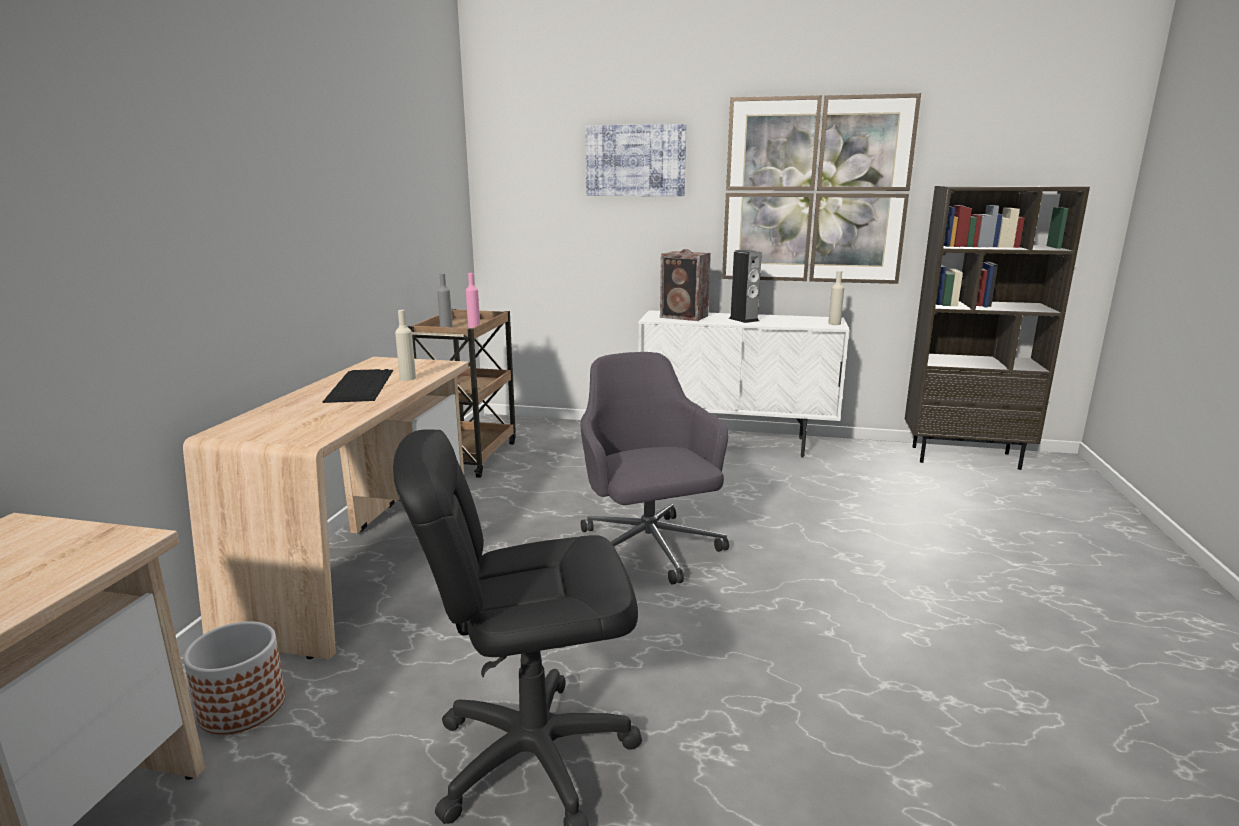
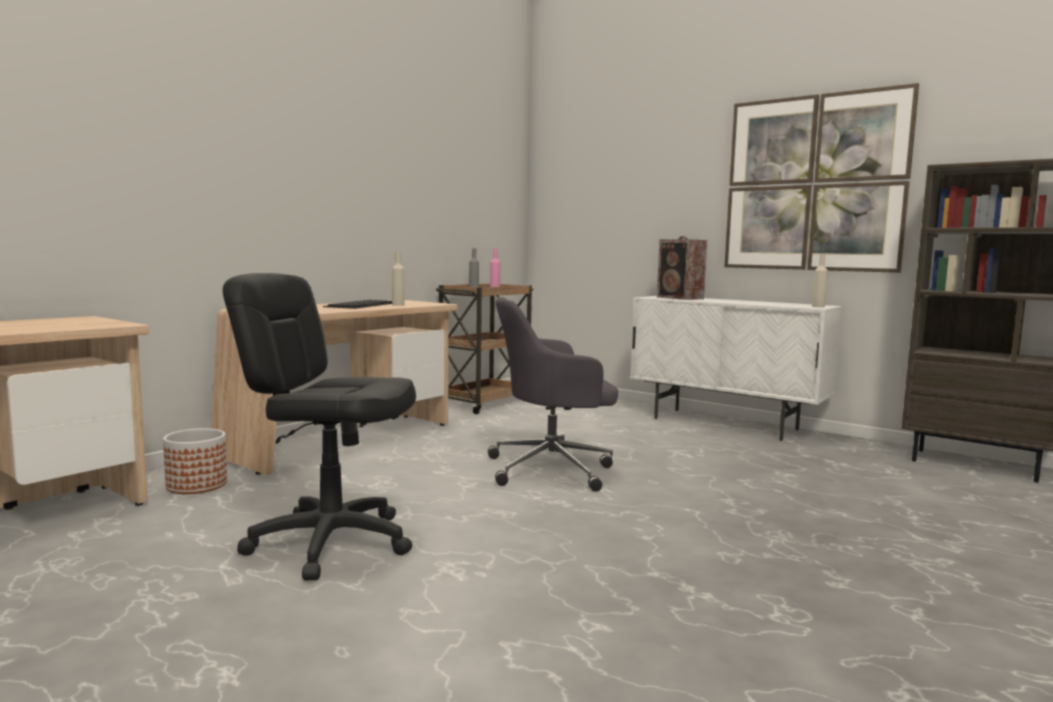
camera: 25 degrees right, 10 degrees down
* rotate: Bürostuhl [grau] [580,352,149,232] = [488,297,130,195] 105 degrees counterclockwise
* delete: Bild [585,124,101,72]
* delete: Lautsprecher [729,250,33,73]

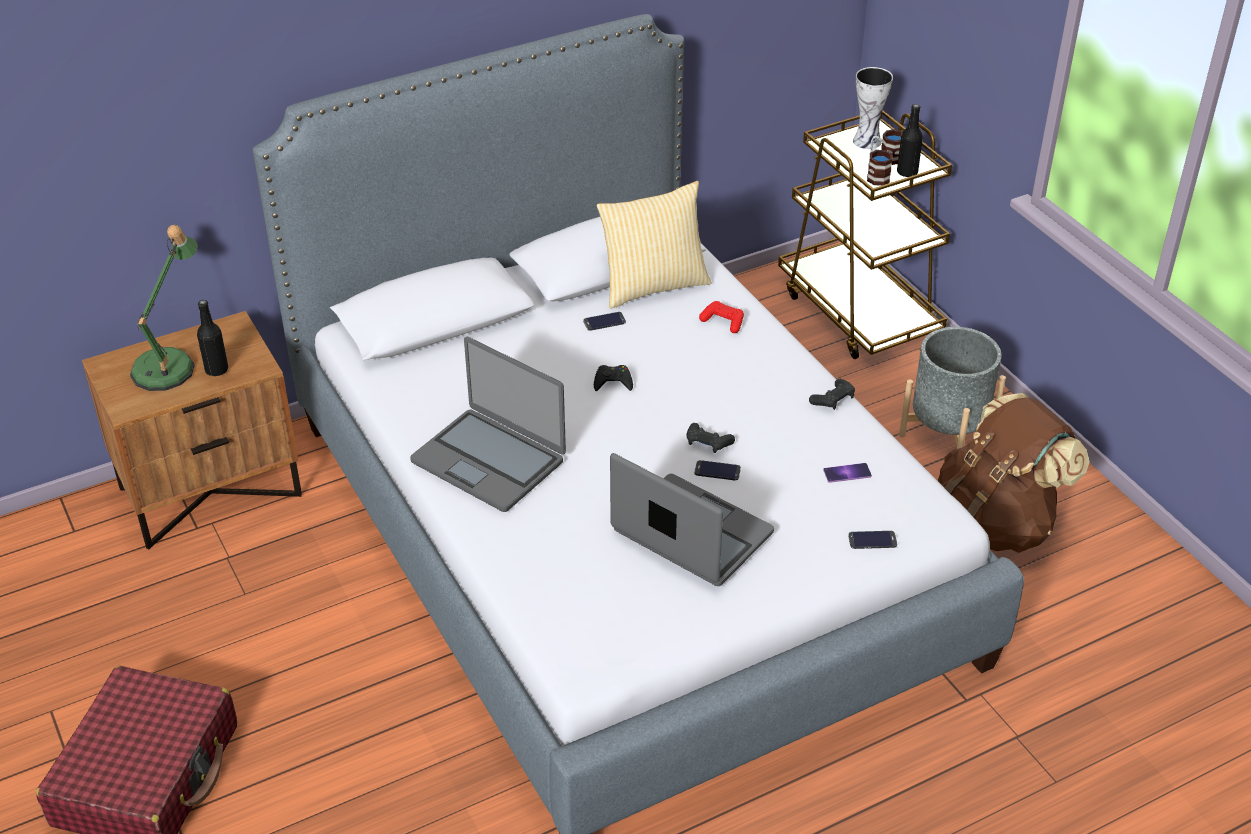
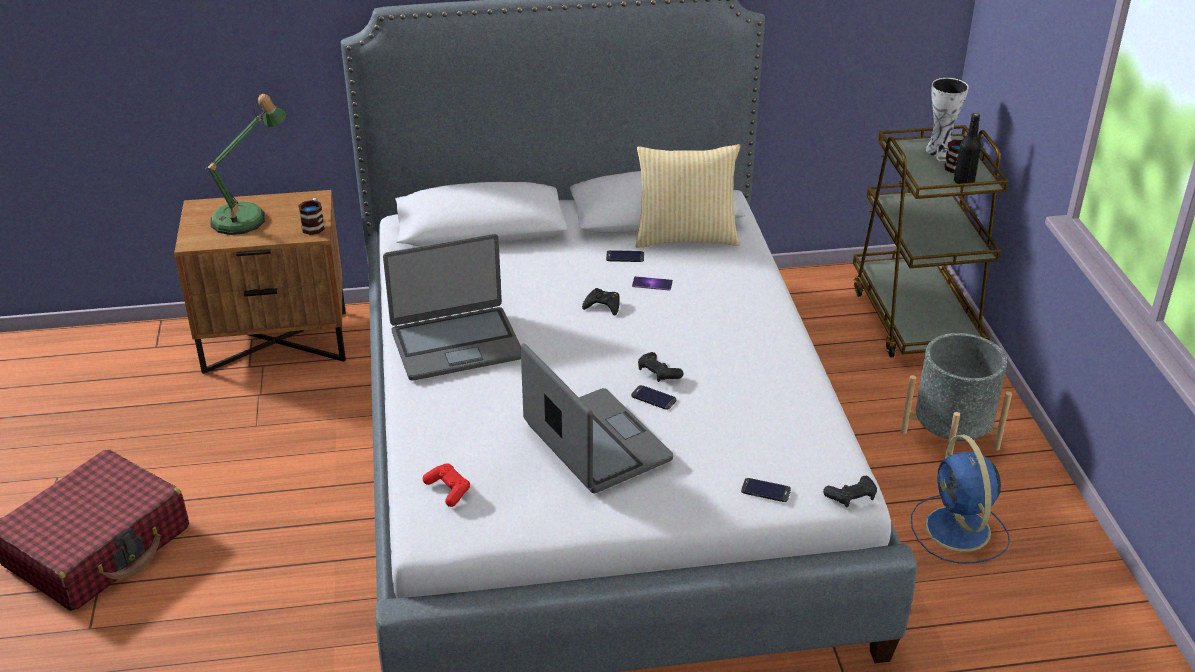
camera: 20 degrees right, 5 degrees down
* move: Henkelbecher [867,147,26,39] to [298,198,27,37]
* rotate: Laptop [410,337,156,175] = [383,234,138,147] 75 degrees counterclockwise
* move: Gamepad [rot] [699,301,45,32] to [423,463,47,44]
* move: Handy [823,463,49,20] to [632,276,41,15]
* move: Gamepad [schwarz] [809,379,46,31] to [823,476,54,32]
* replace: Rucksack [braun] [938,393,152,160] to Ventilator [blau] [911,434,99,129]
* delete: Flasche [schwarz] [197,300,31,76]

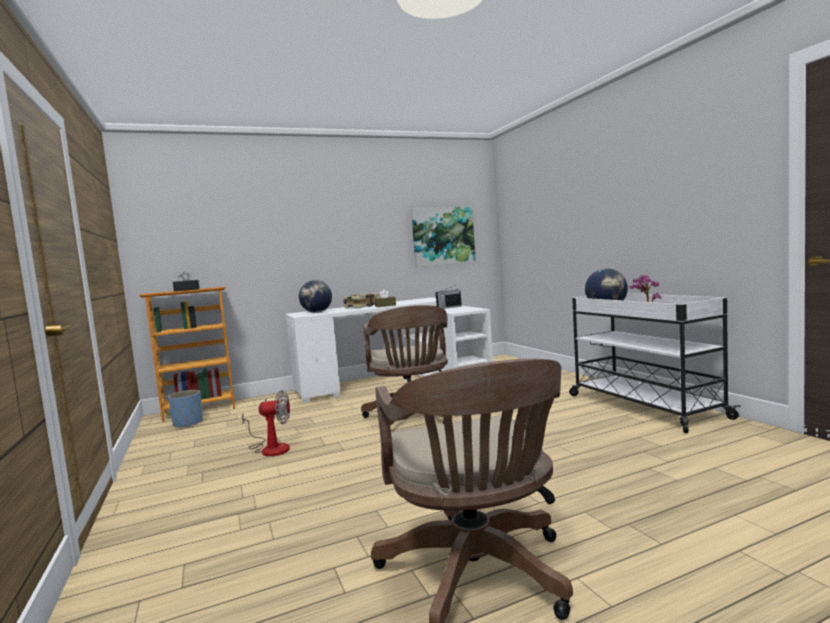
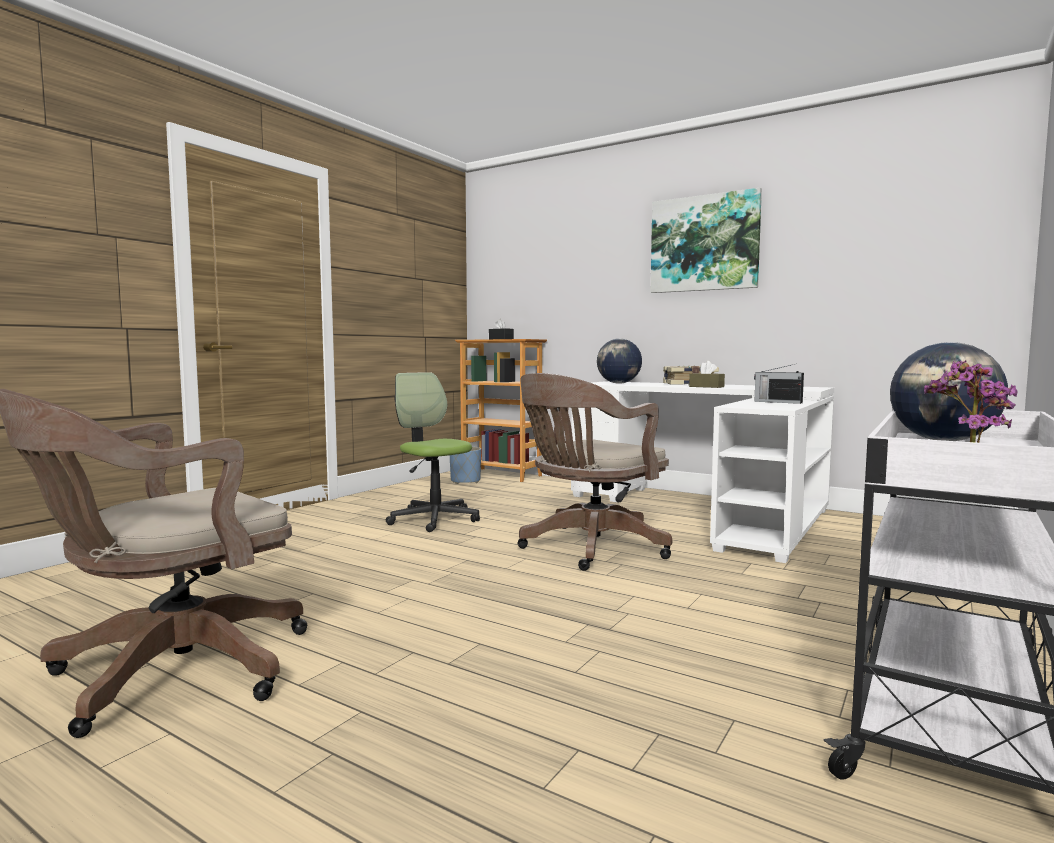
camera: 55 degrees right, 0 degrees up
* replace: Ventilator [242,390,48,66] to Bürostuhl [385,372,95,160]
* move: Bild [411,206,65,61] to [651,188,111,105]

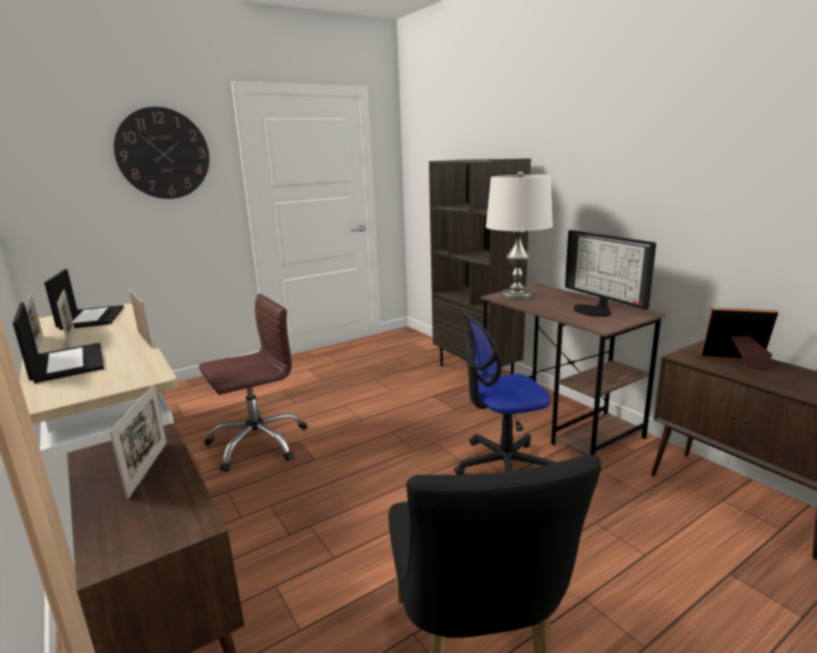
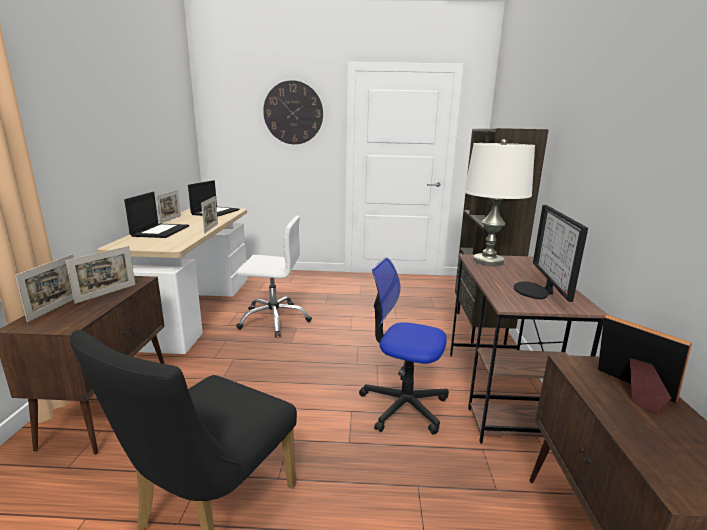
camera: 35 degrees right, 0 degrees up
* move: Bilderrahmen [57,289,18,59] to [15,254,59,68]
* recolor: Bürostuhl [braun] [199,294,108,178] to Bürostuhl [weiß] [236,216,76,121]

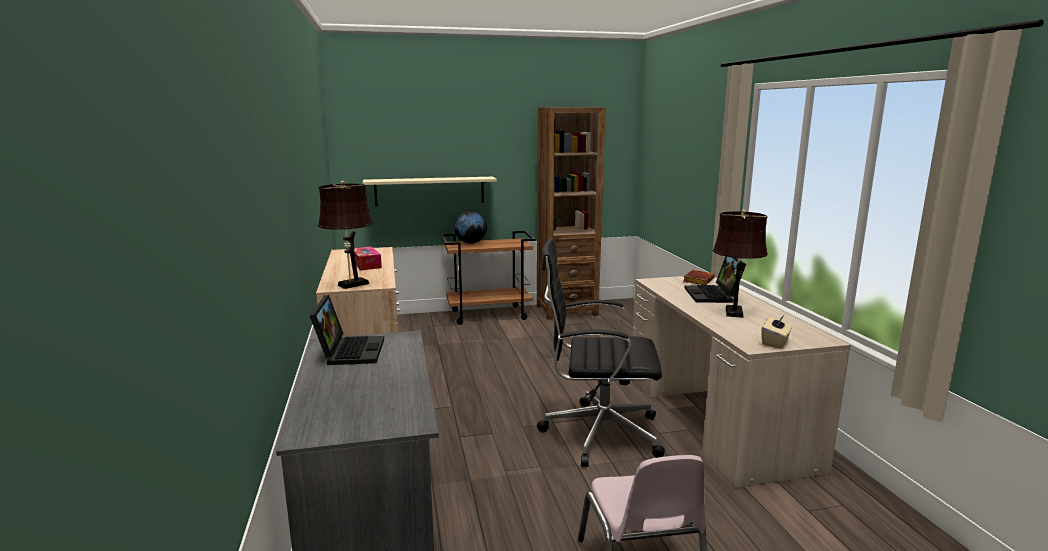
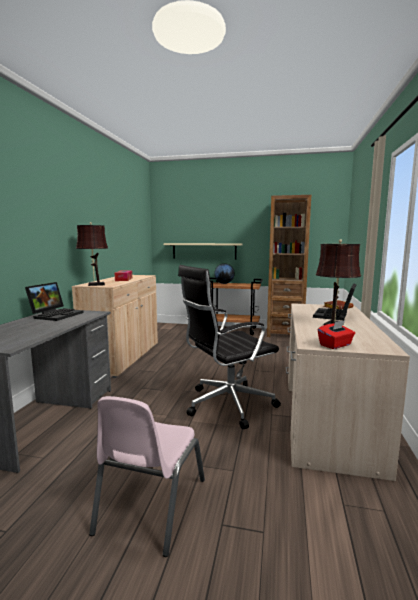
camera: 25 degrees right, 5 degrees down
* rotate: Bürostuhl [schwarz] [537,238,128,229] = [178,265,103,164] 60 degrees counterclockwise
* recolor: Taschentuchbox [beige] [761,314,32,34] to Taschentuchbox [rot] [318,320,37,29]

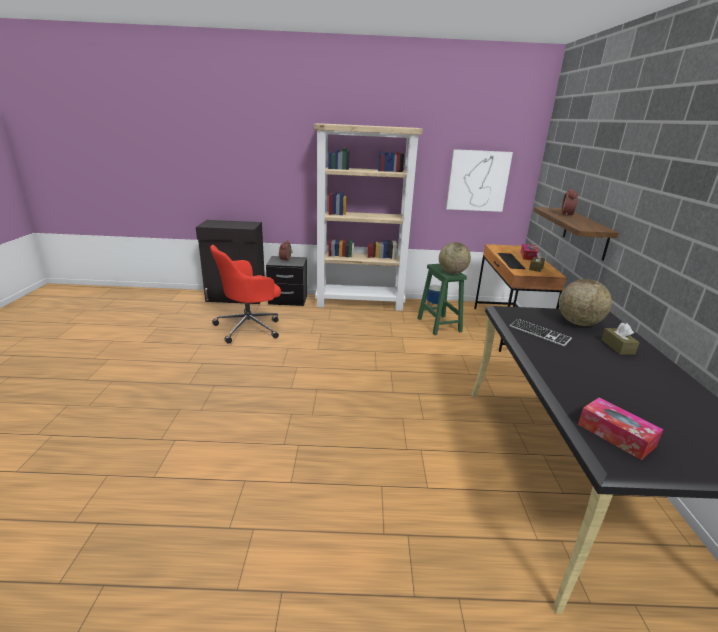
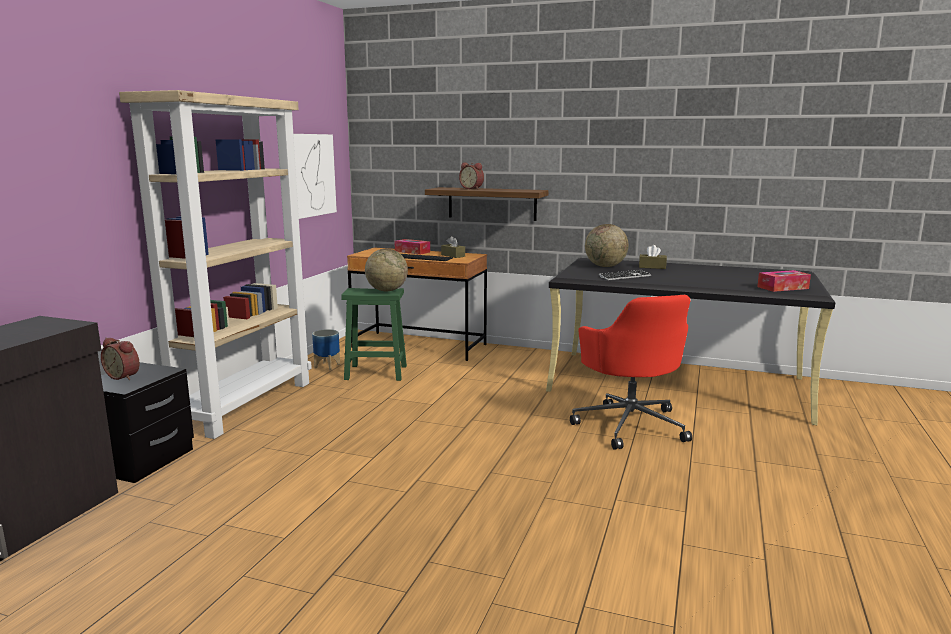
camera: 70 degrees left, 10 degrees down
* move: Bürostuhl [rot] [210,245,71,99] to [570,295,122,155]

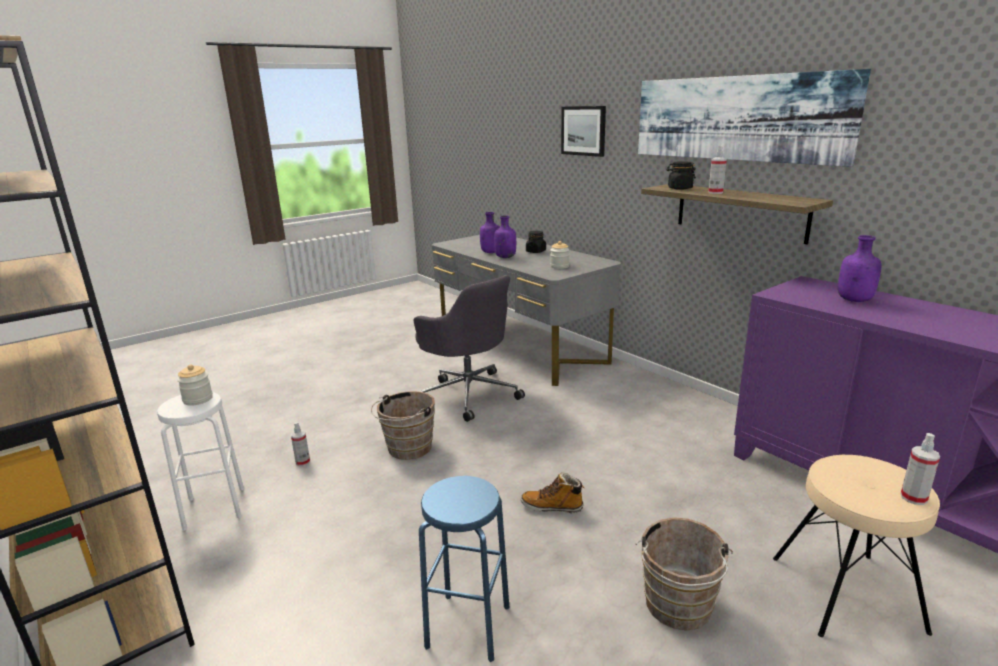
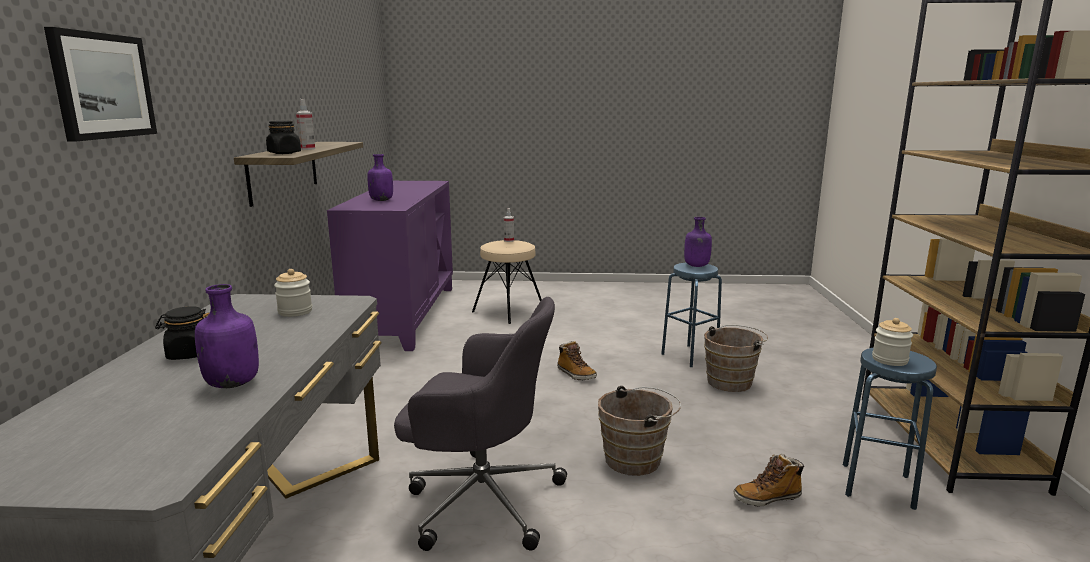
camera: 140 degrees left, 5 degrees down
* rotate: Bürostuhl [grau] [414,275,111,147] = [394,297,173,254] 105 degrees clockwise
* move: Flasche [lila] [494,215,22,43] to [684,217,28,50]
* move: Eimer [braun] [636,517,97,113] to [704,325,64,67]
* replace: Sprühflasche [291,422,19,44] to Stiefel [734,454,70,52]
* recolor: Hocker [weiß] [157,392,87,139] to Hocker [blau] [843,347,94,163]
* delete: Bild [638,69,233,98]

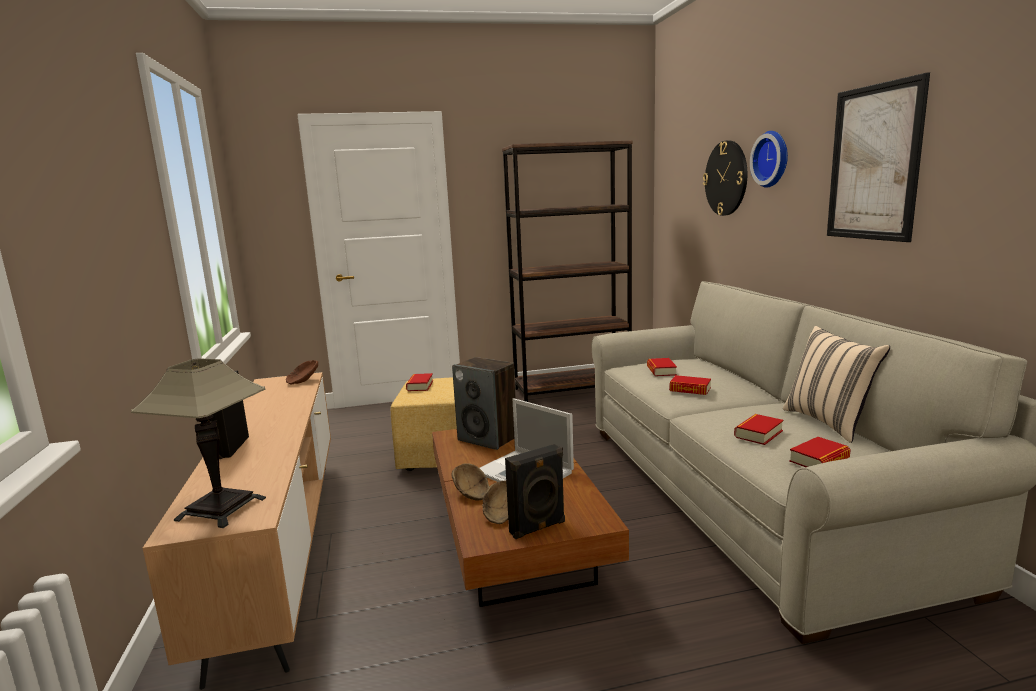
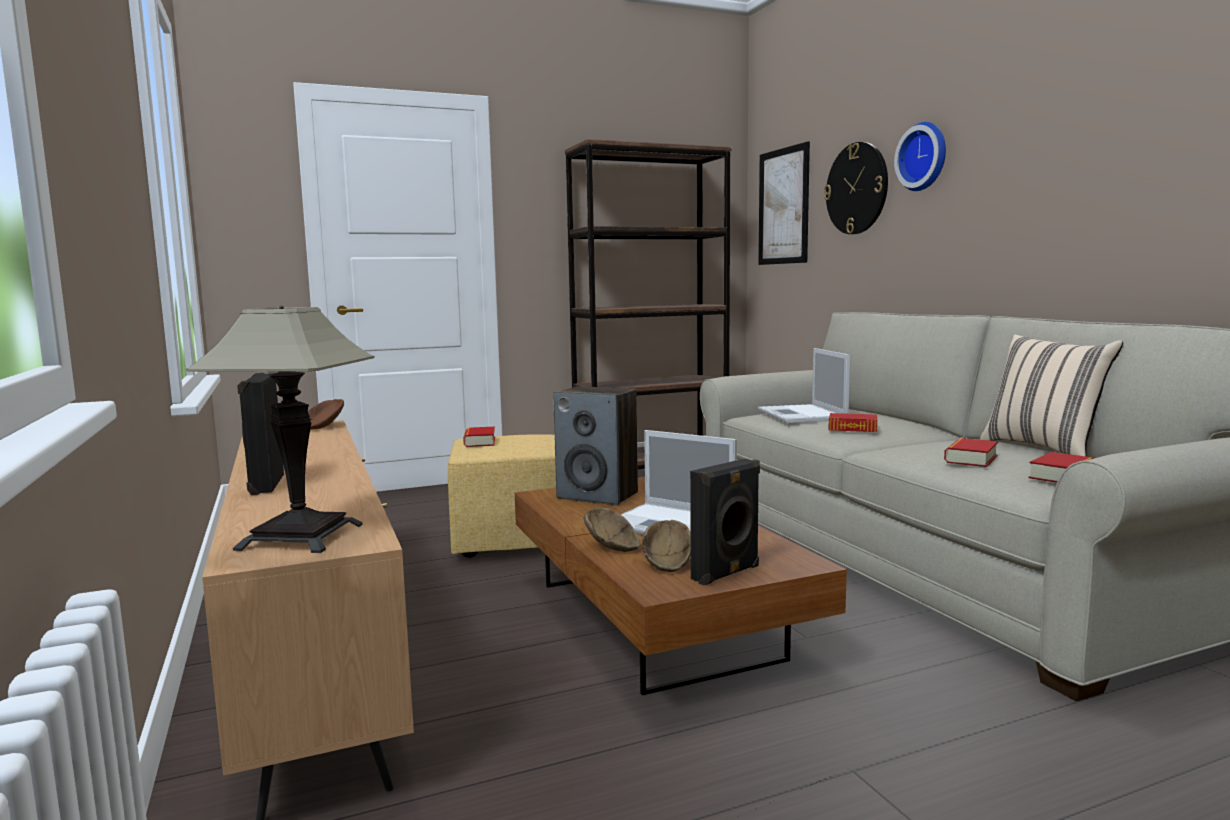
camera: 10 degrees left, 5 degrees down
* move: Bild [827,72,103,170] to [758,141,52,124]
* replace: Buch [647,358,30,18] to Laptop [758,348,92,75]

